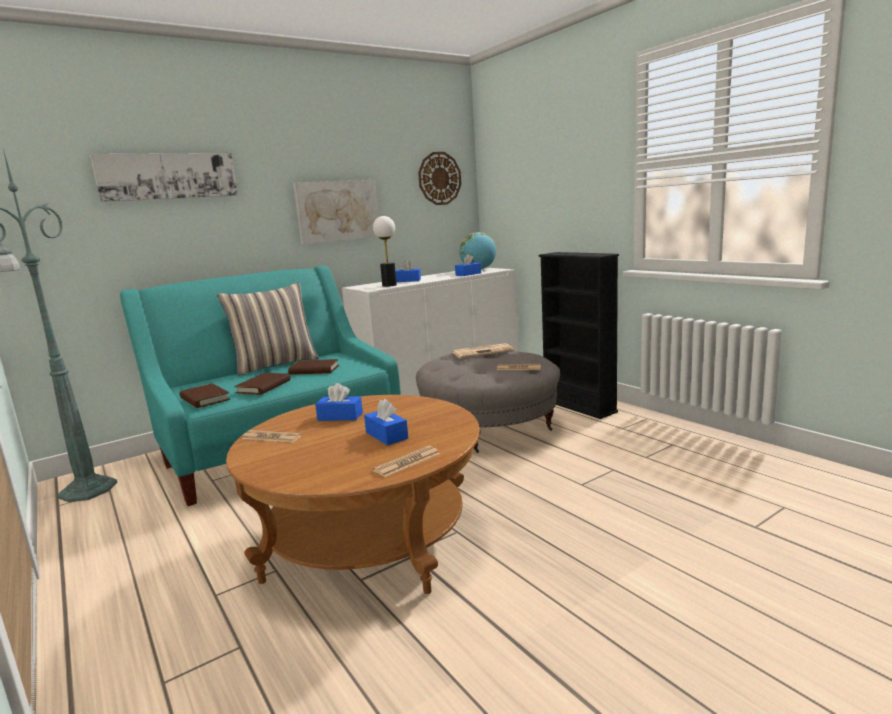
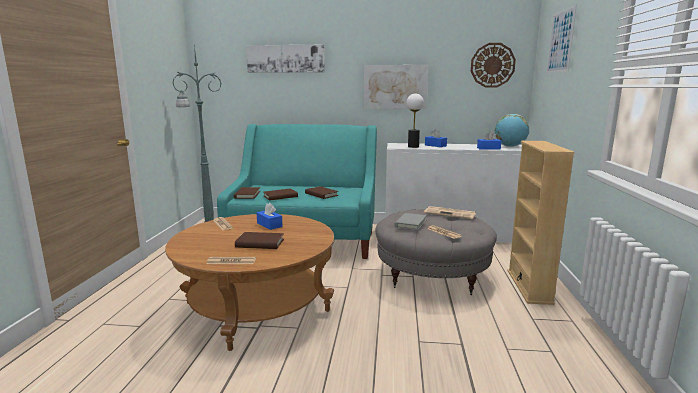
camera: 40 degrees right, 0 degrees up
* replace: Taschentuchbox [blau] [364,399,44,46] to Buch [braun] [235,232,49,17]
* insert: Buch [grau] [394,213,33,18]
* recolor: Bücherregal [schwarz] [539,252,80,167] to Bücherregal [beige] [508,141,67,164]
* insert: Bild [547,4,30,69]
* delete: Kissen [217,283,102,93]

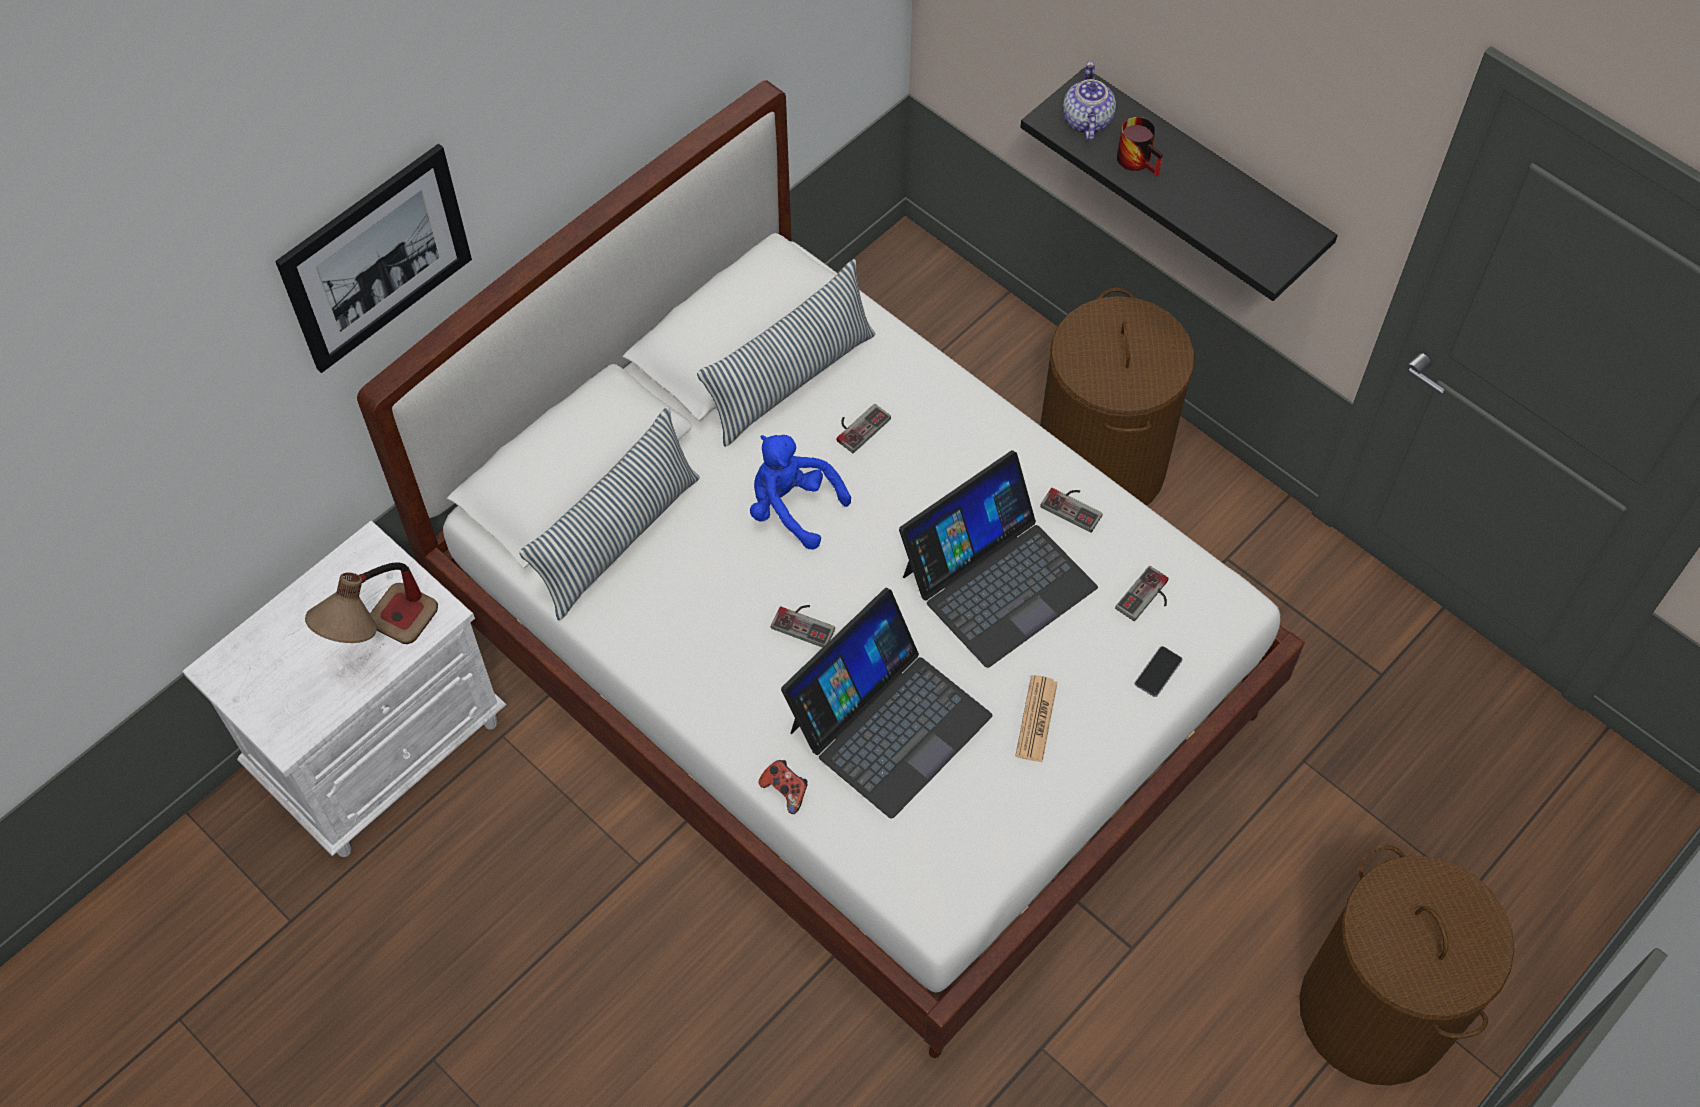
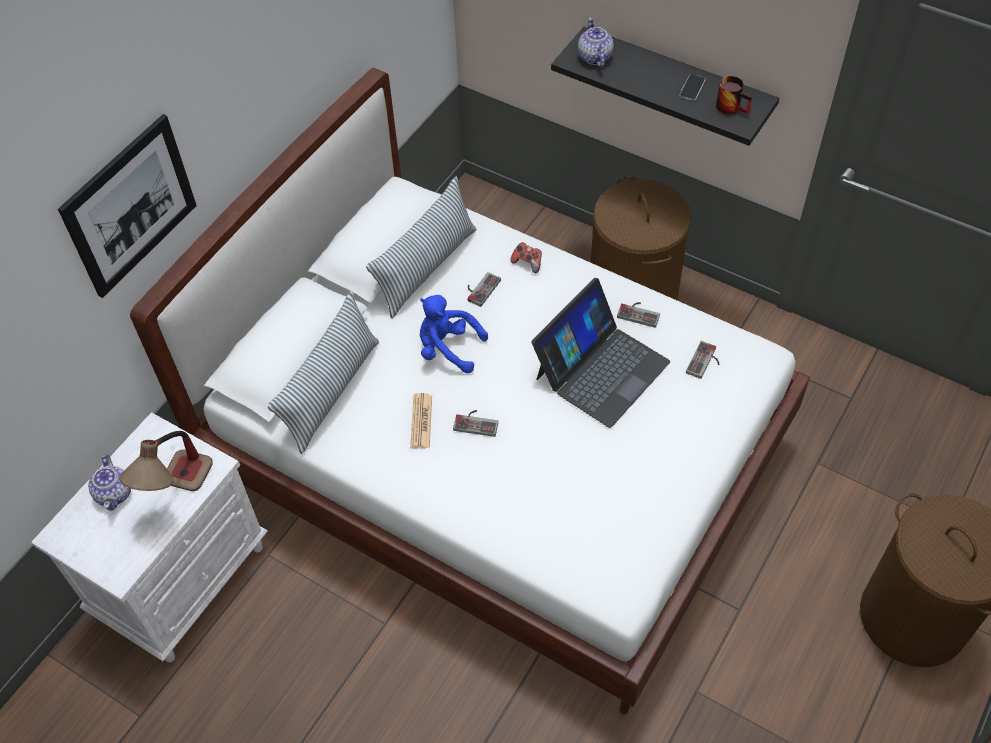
camera: 10 degrees left, 5 degrees down
* insert: Teekanne [88,454,43,57]
* move: Zeitung [1015,675,43,87] to [410,393,22,55]
* move: Gamepad [759,760,49,54] to [510,242,32,31]
* move: Handy [1135,646,48,51] to [679,74,27,27]
* move: Henkelbecher [1117,117,46,59] to [716,76,36,38]
* delete: Laptop [781,588,212,231]

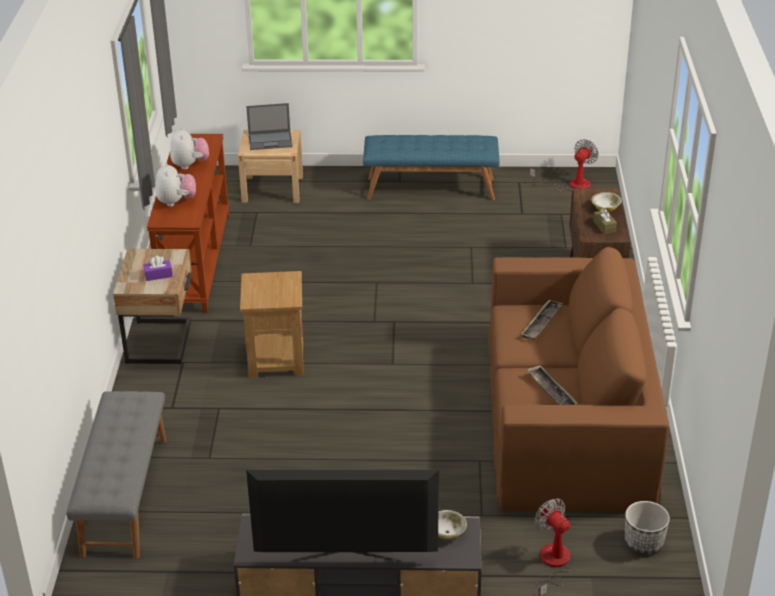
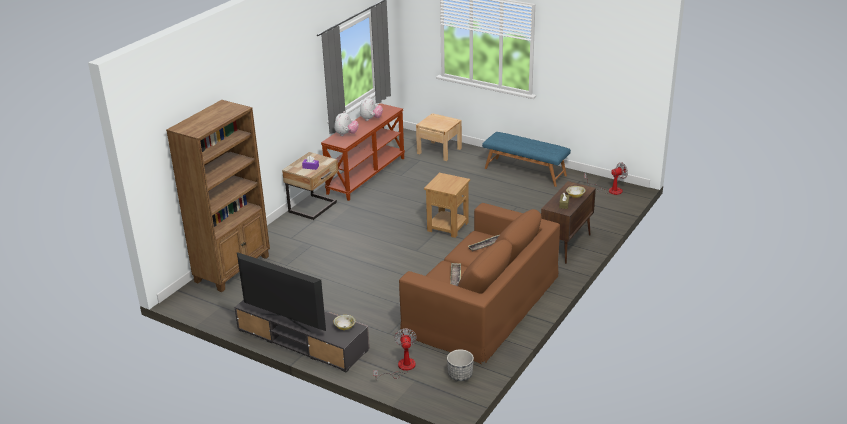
camera: 30 degrees right, 5 degrees down
* replace: Bank [grau] [66,391,101,168] to Bücherregal [braun] [166,100,104,192]
* move: Beistelltisch [braun] [240,271,64,108] to [424,173,46,65]
* delete: Laptop [246,103,47,47]

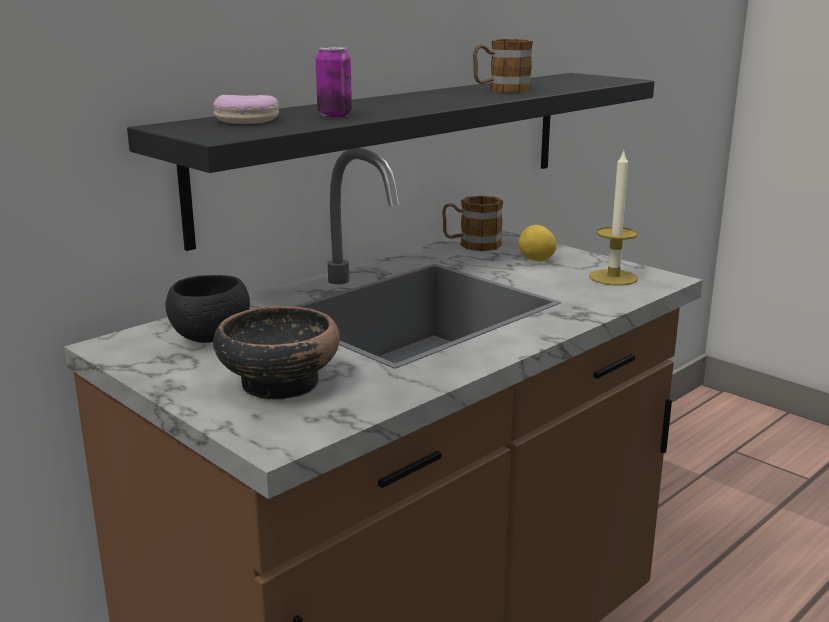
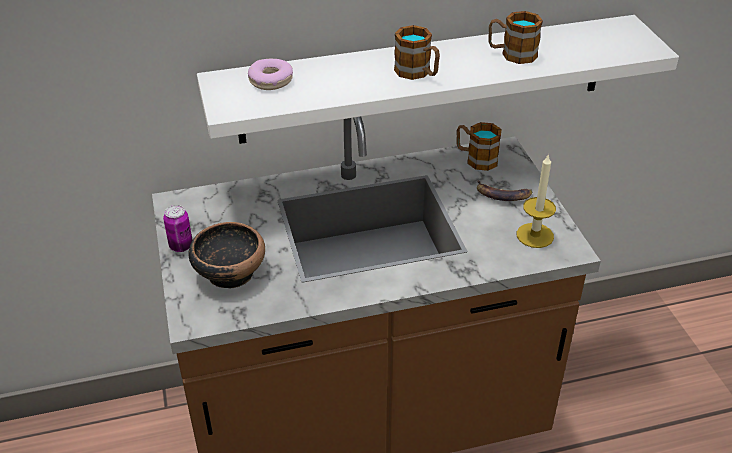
camera: 30 degrees right, 20 degrees up
* move: Dose [316,47,36,71] to [163,205,29,47]
* recolor: Wandregal [schwarz] [127,73,528,178] to Wandregal [weiß] [197,15,482,129]
* insert: Henkelbecher [394,25,46,55]
* replace: Zitrone [518,225,39,36] to Banane [477,180,55,21]
* delete: Schüssel [schwarz] [165,275,85,68]

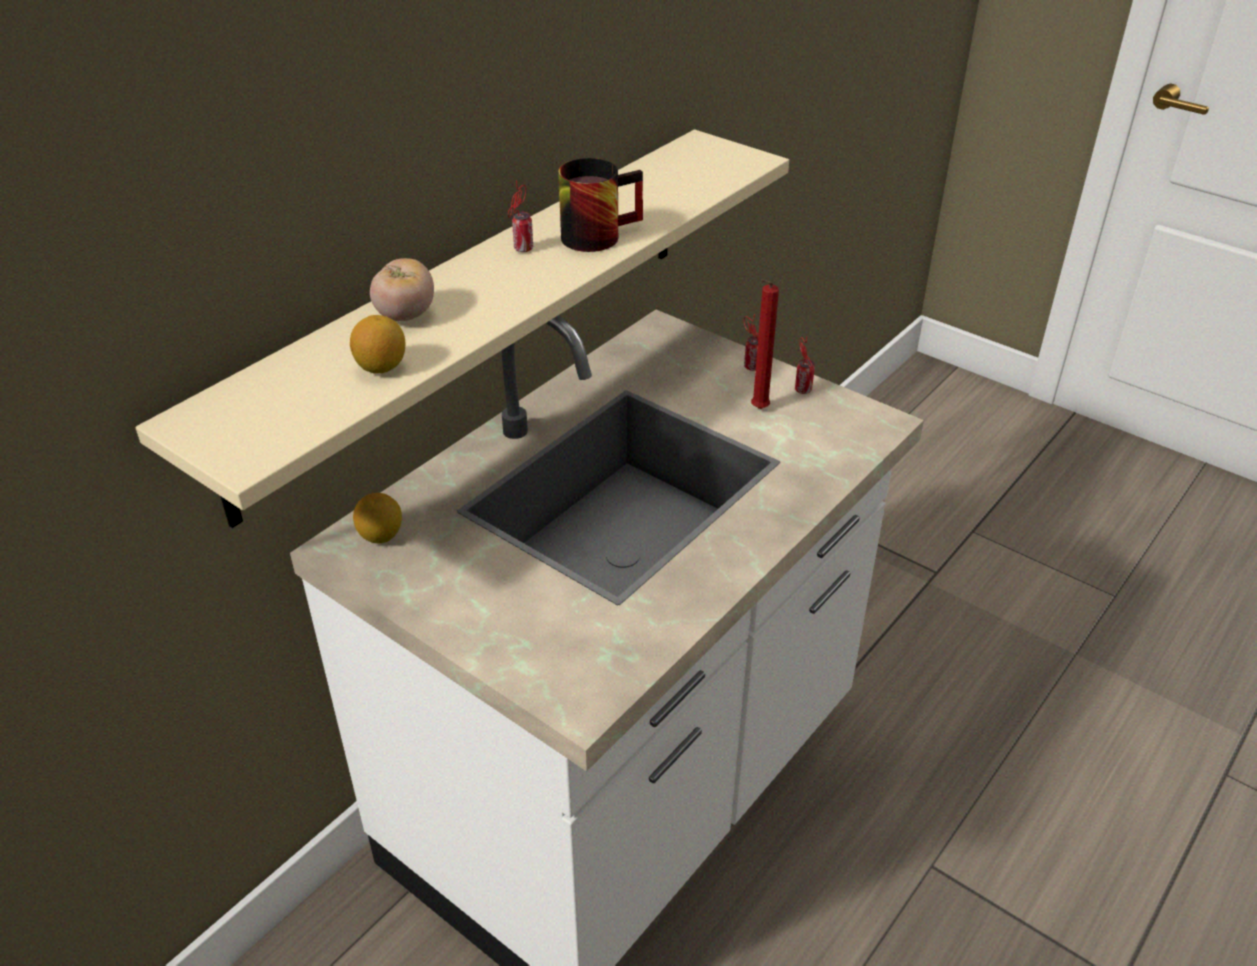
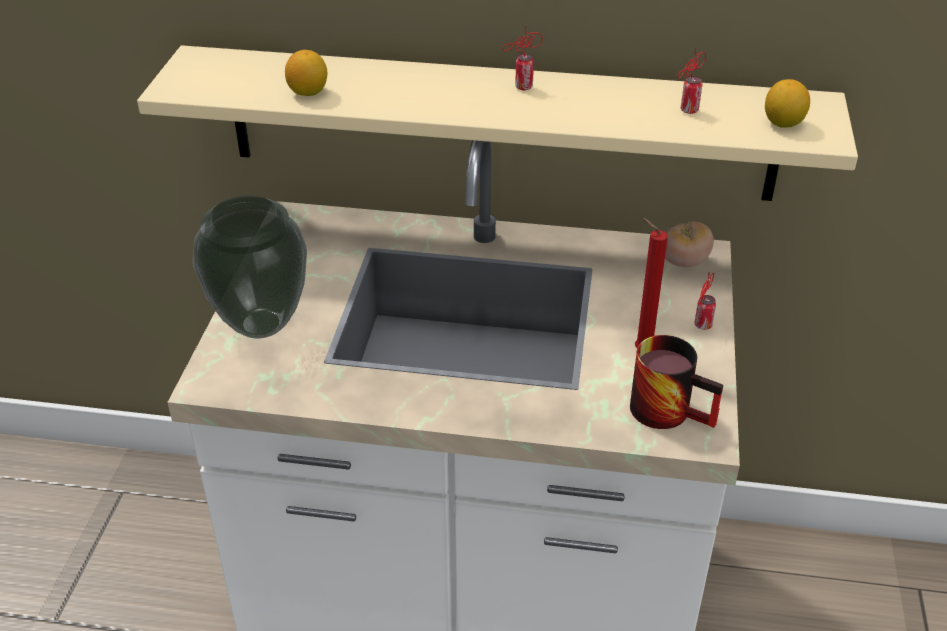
camera: 60 degrees right, 0 degrees up
* insert: Vase [193,196,114,142]
* move: Henkelbecher [558,158,85,94] to [630,335,93,94]
* move: Tomate [370,258,64,63] to [665,222,49,45]
* move: Dose [795,336,20,58] to [677,47,29,67]
* move: Zitrone [353,493,49,50] to [765,79,45,49]

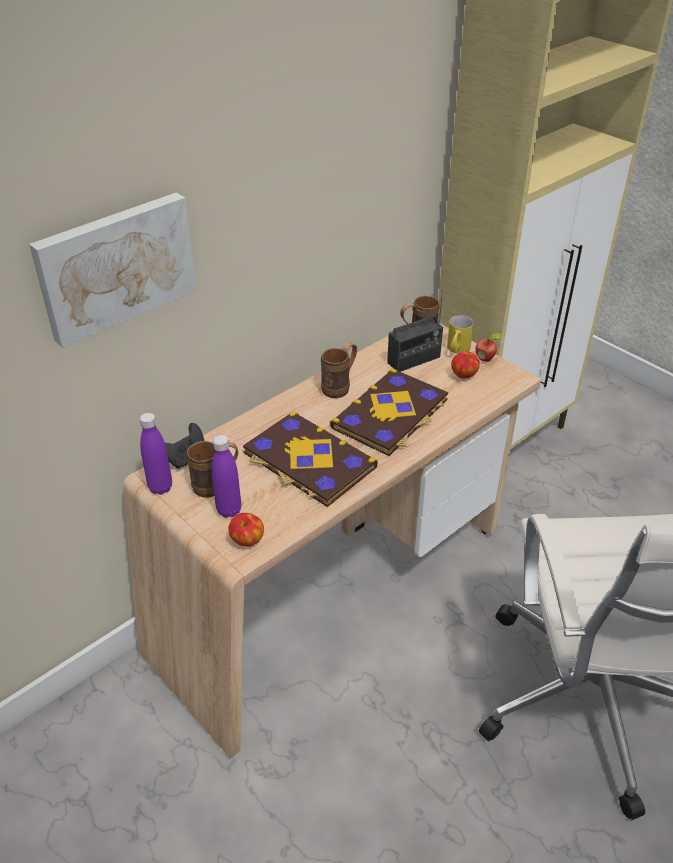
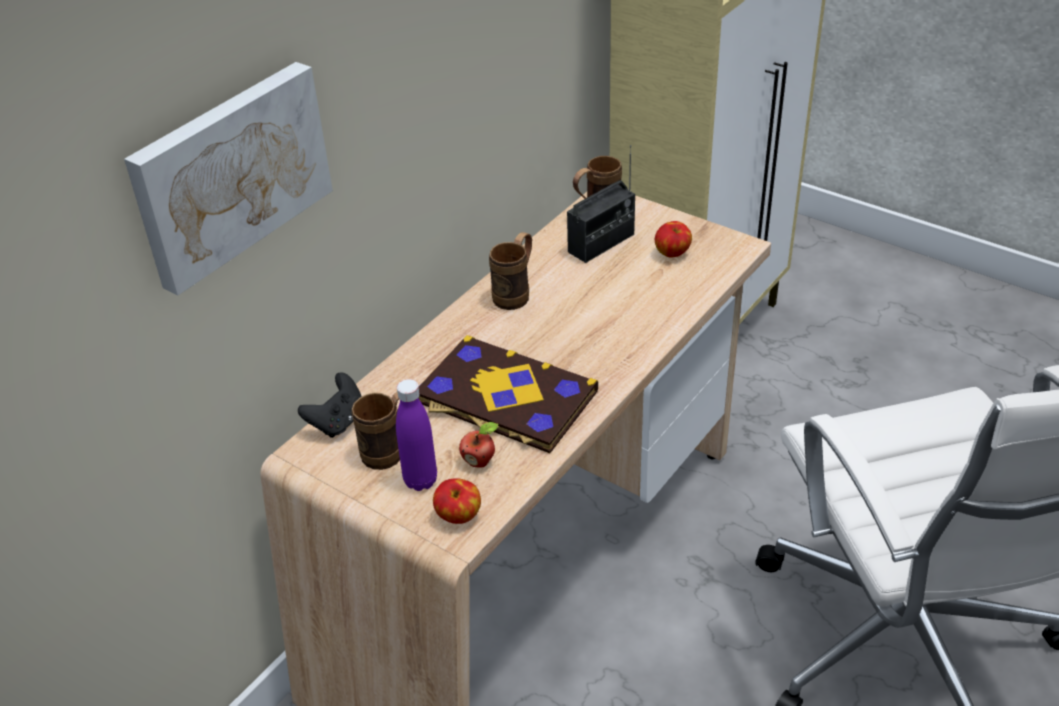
camera: 10 degrees left, 0 degrees up
* move: Apfel [476,333,26,29] to [459,422,39,46]
* delete: Flasche [lila] [139,413,33,82]
* delete: Buch [330,368,118,88]
* delete: Henkelbecher [gelb] [447,315,27,39]

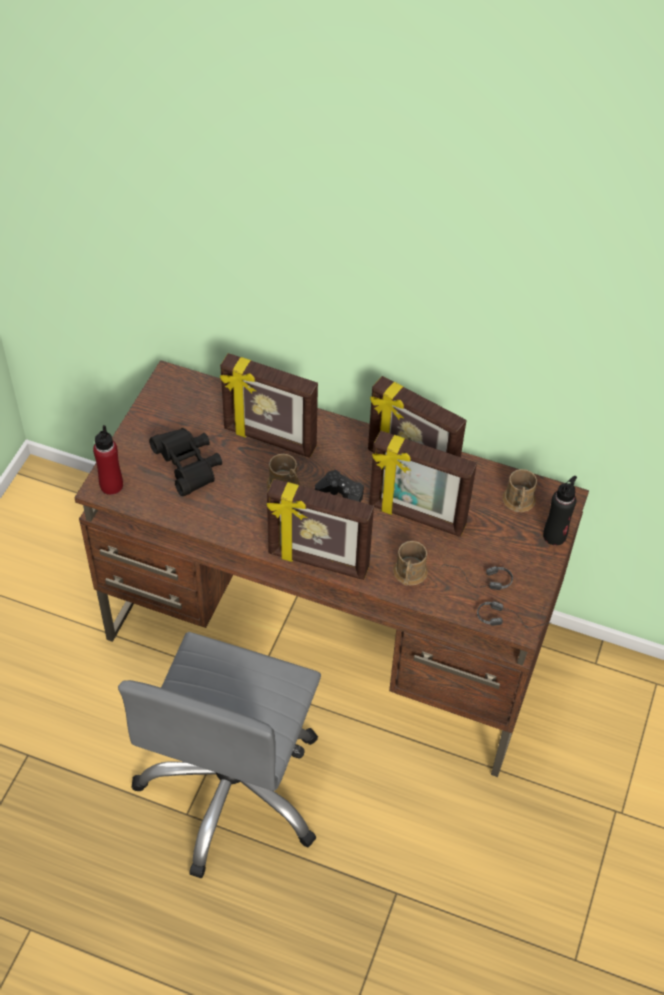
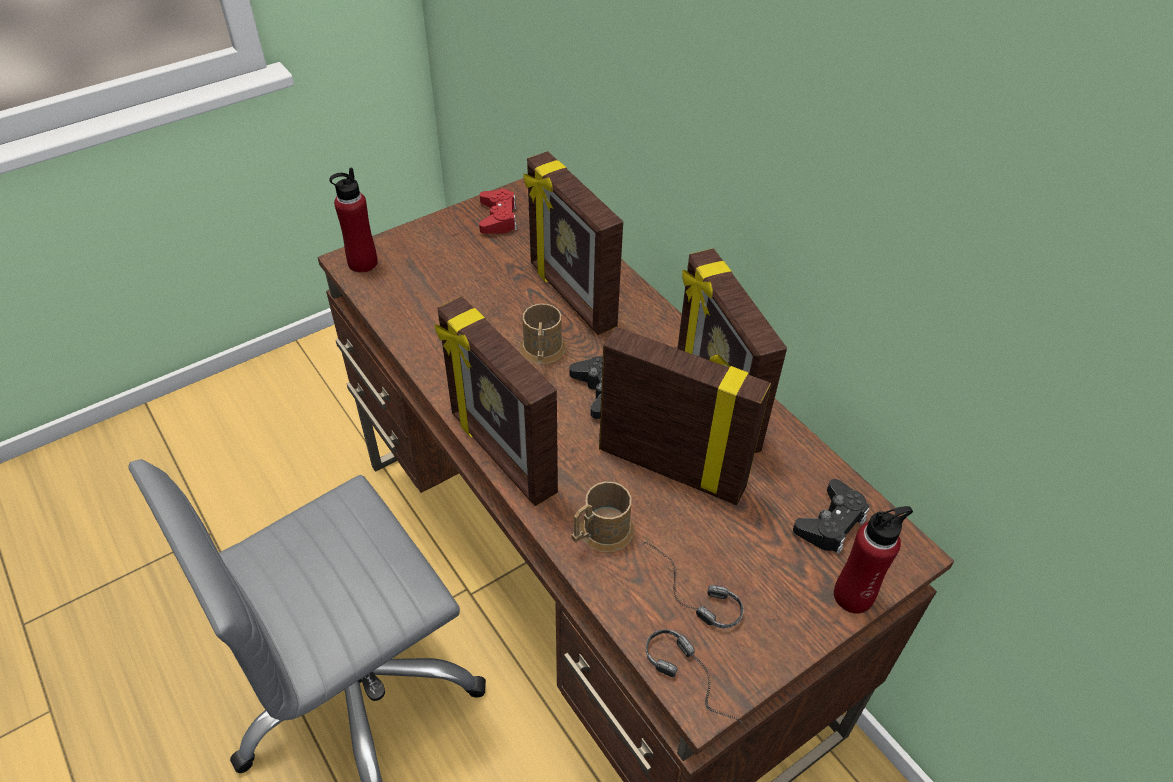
camera: 35 degrees right, 5 degrees down
* insert: Gamepad [rot] [479,189,38,45]
* rotate: Bilderrahmen [369,431,108,106] = [599,327,172,178] 150 degrees clockwise
* replace: Henkelbecher [braun] [503,469,34,43] to Gamepad [schwarz] [793,479,77,75]
* recolor: Flasche [schwarz] [543,476,34,69] to Flasche [rot] [834,506,79,108]
* delete: Fernglas [schwarz] [149,428,73,68]

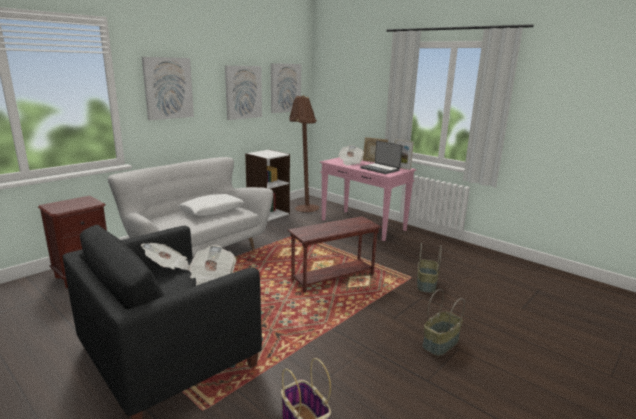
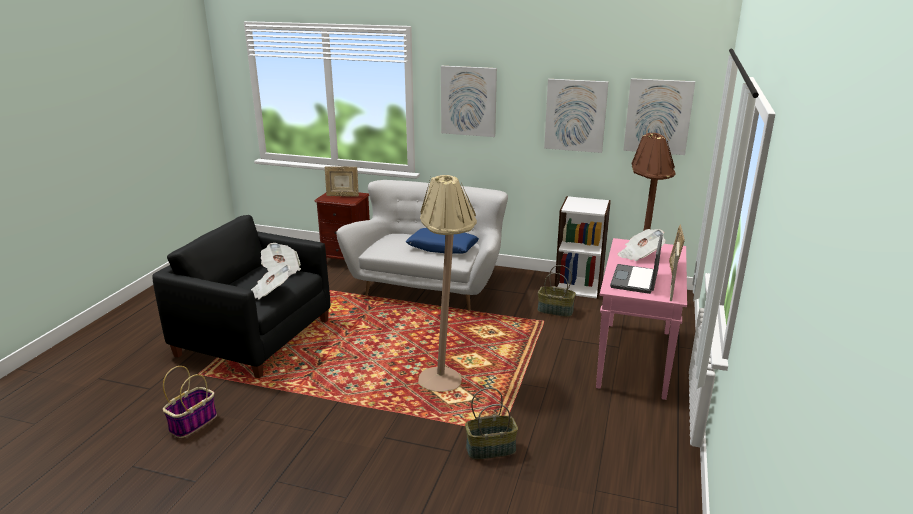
camera: 65 degrees right, 5 degrees up
* insert: Bilderrahmen [325,166,34,31]
* recolor: Kissen [weiß] [178,194,67,22] to Kissen [blau] [406,228,73,26]
* replace: Beistelltisch [braun] [288,216,93,77] to Stehlampe [beige] [418,175,59,217]
* move: Korb [422,289,43,67] to [538,265,38,52]

